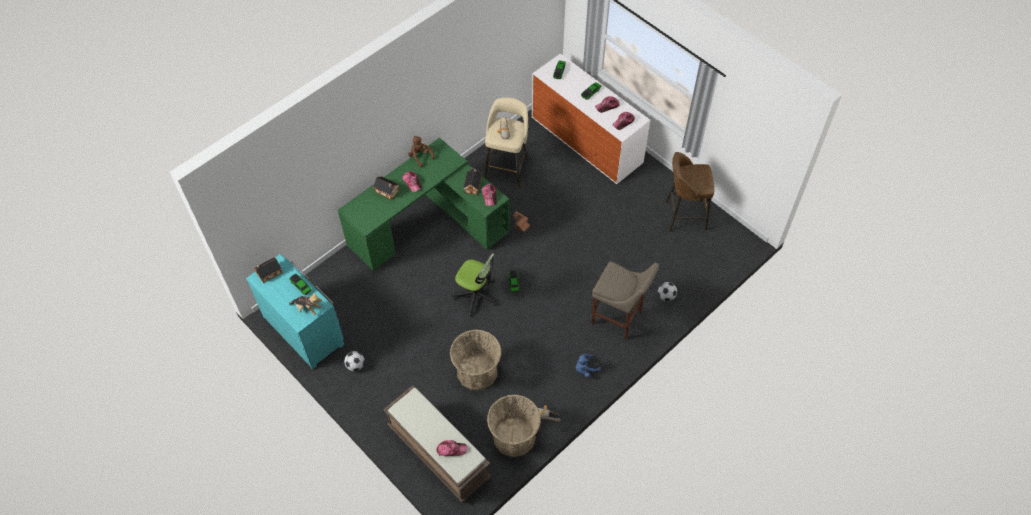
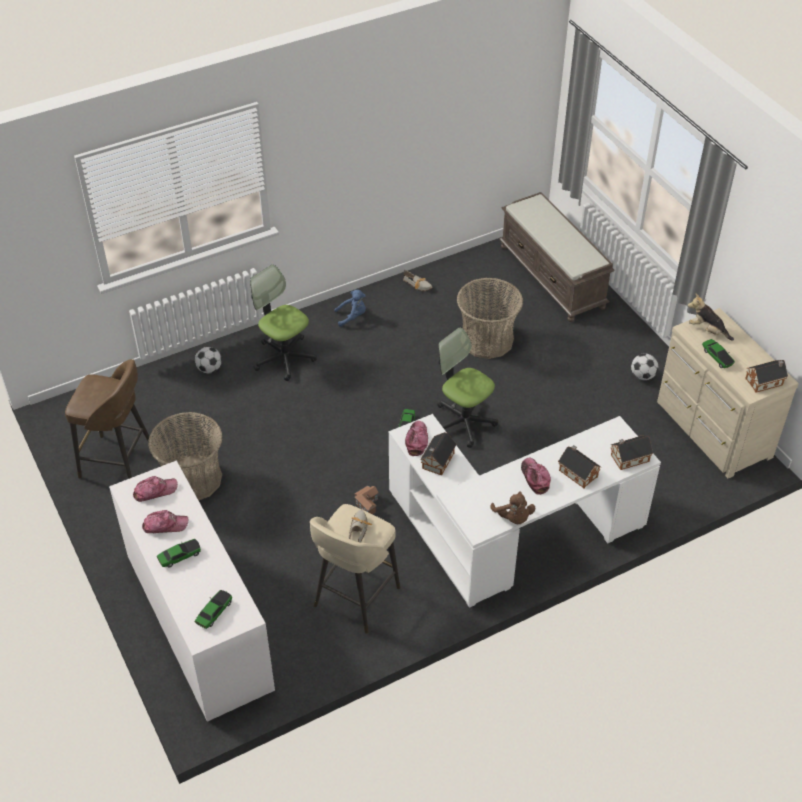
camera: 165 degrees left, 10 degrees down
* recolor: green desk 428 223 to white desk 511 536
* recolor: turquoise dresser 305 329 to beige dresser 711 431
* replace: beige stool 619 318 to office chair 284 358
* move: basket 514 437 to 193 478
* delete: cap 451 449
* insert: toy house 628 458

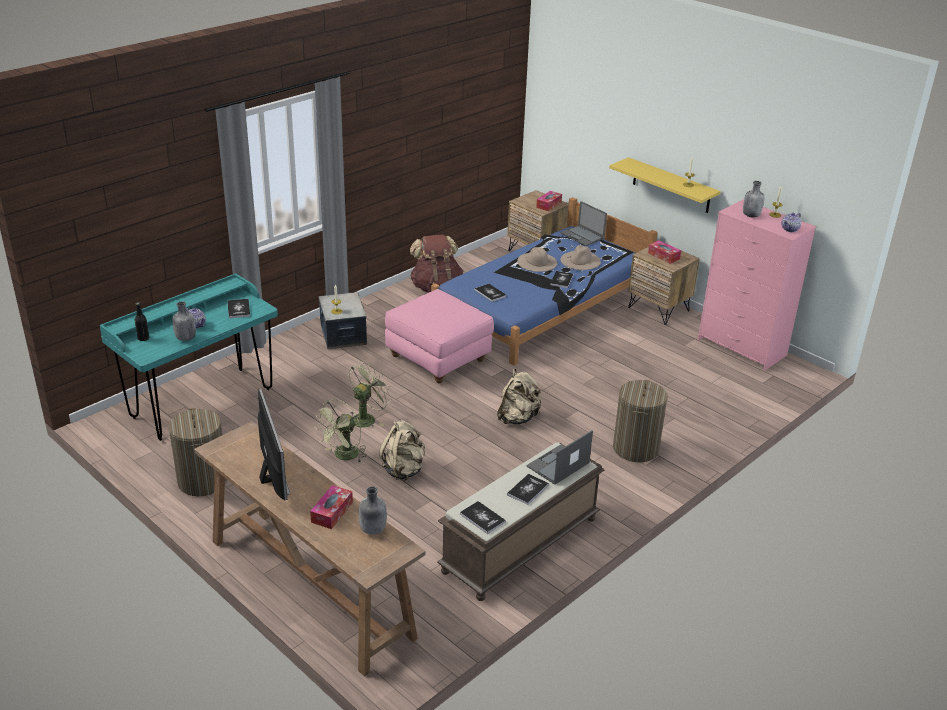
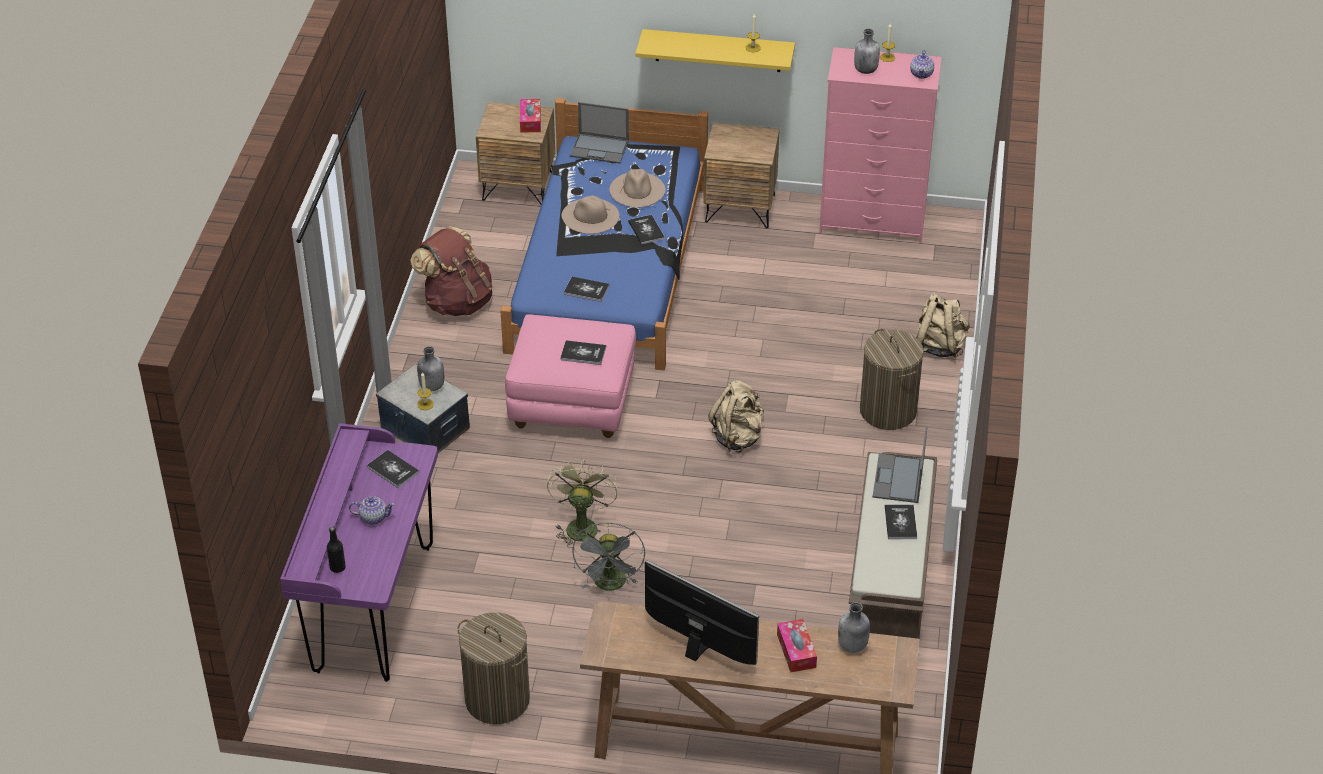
camera: 35 degrees left, 10 degrees up
* delete: tissue box 663 256
* recolor: turquoise desk 202 403 to purple desk 373 609
* move: grey bottle 185 338 to 431 386
* recolor: green fan 343 456 to grey fan 611 585
* move: beige backpack 404 470 to 939 346
* move: book 482 518 to 583 353

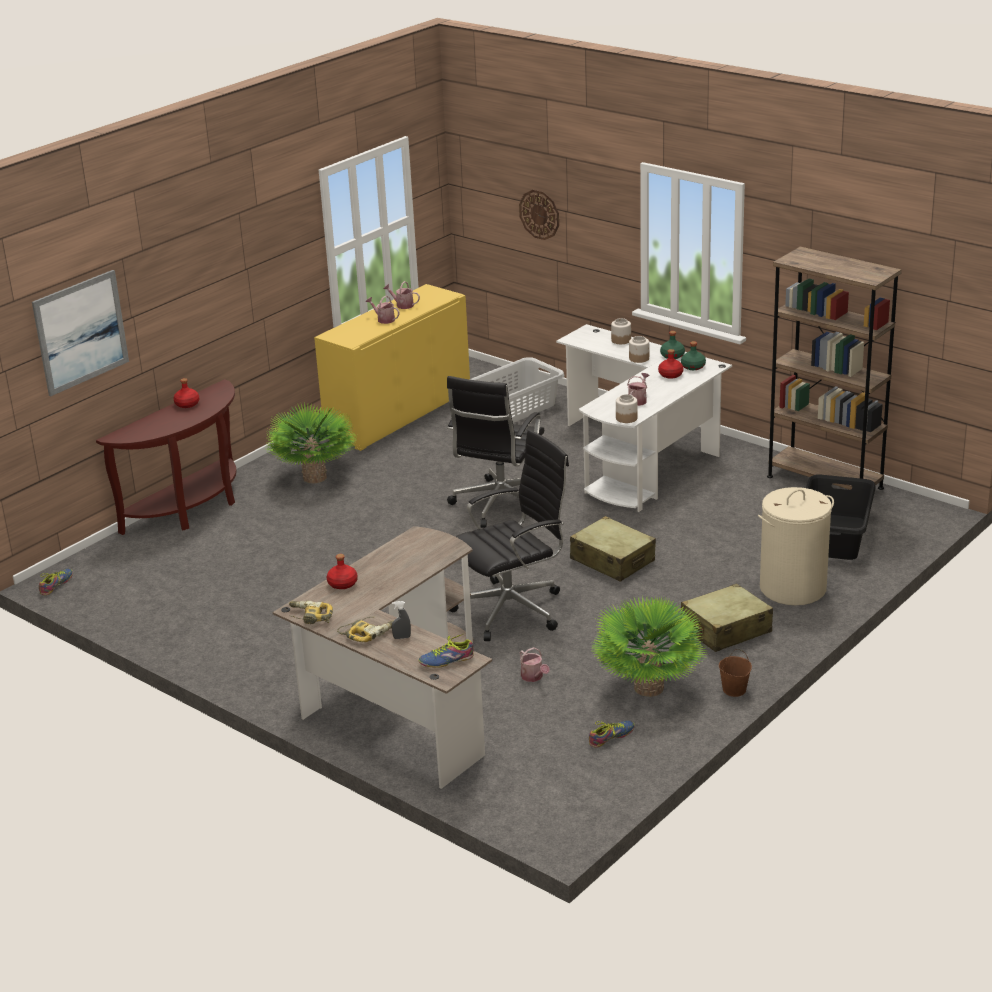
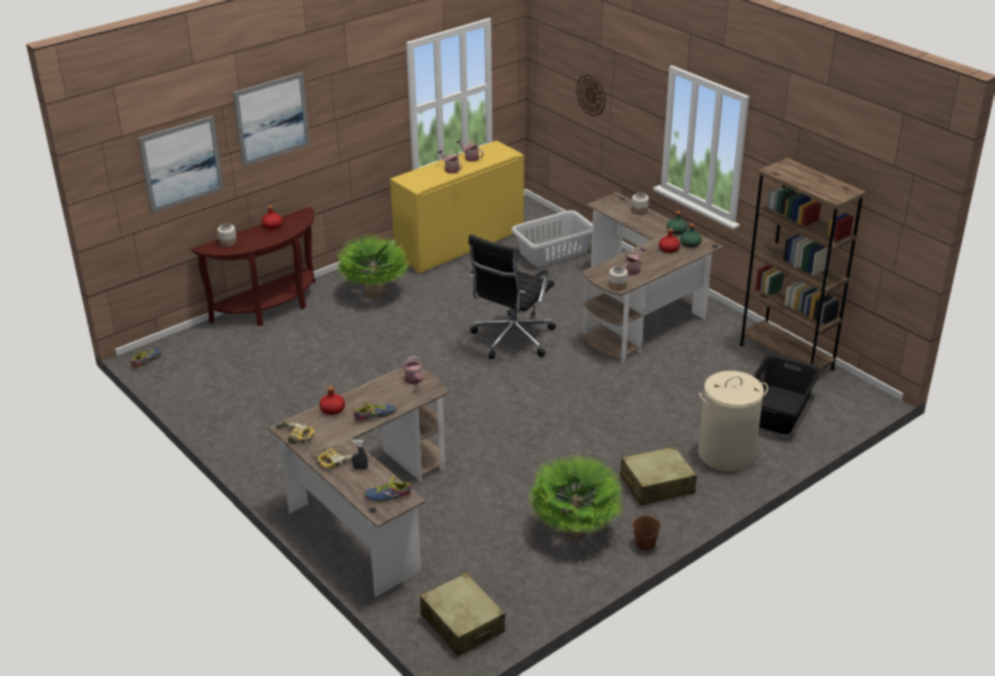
camera: 10 degrees right, 5 degrees up
* recolor: white desk 642 456 to brown desk 641 310
* move: jar 639 358 to 228 242
* delete: black office chair 513 609
* move: beige suitcase 612 560 to 462 623
* move: watering can 533 677 to 414 380
* move: shoe 611 737 to 375 415
* insert: picture 272 118

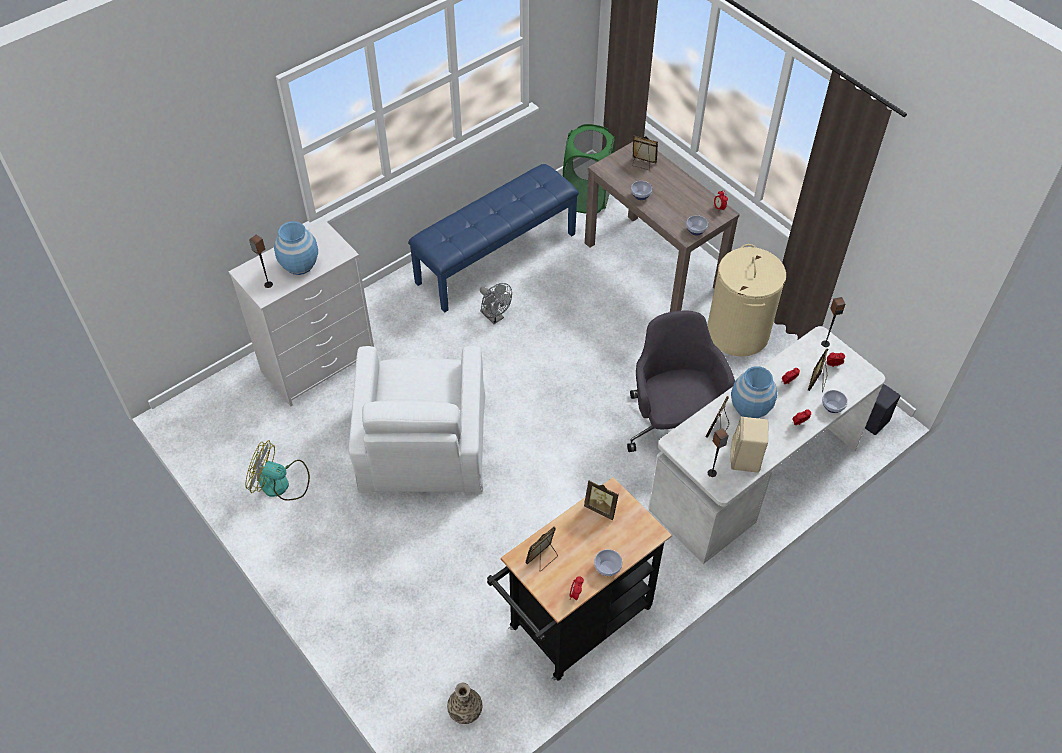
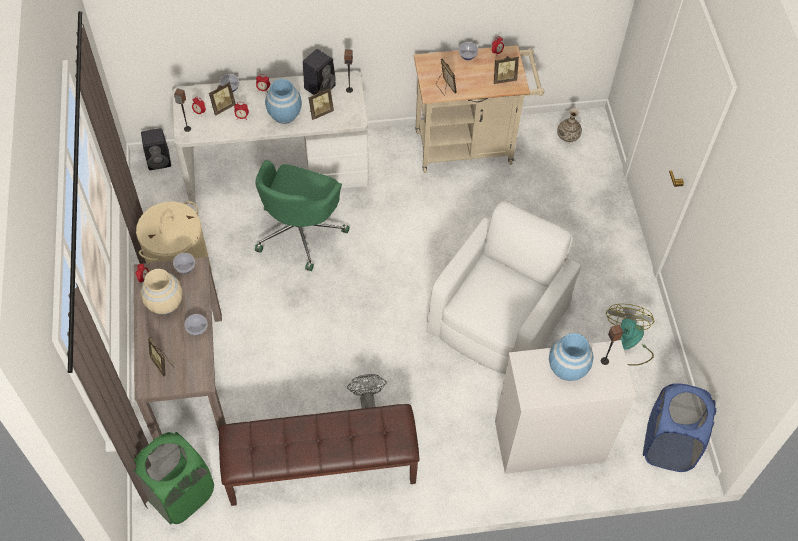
camera: 150 degrees left, 5 degrees up
* recolor: blue bench 496 257 to brown bench 321 470
* recolor: grey office chair 673 426 to green office chair 300 231
* recolor: beige speaker 745 460 to black speaker 320 86
* rotate: fan 281 483 = 627 343 120 degrees counterclockwise
* recolor: black cart 574 624 to beige cart 470 146
* insert: beige vase 164 303
* insert: blue laundry basket 668 445

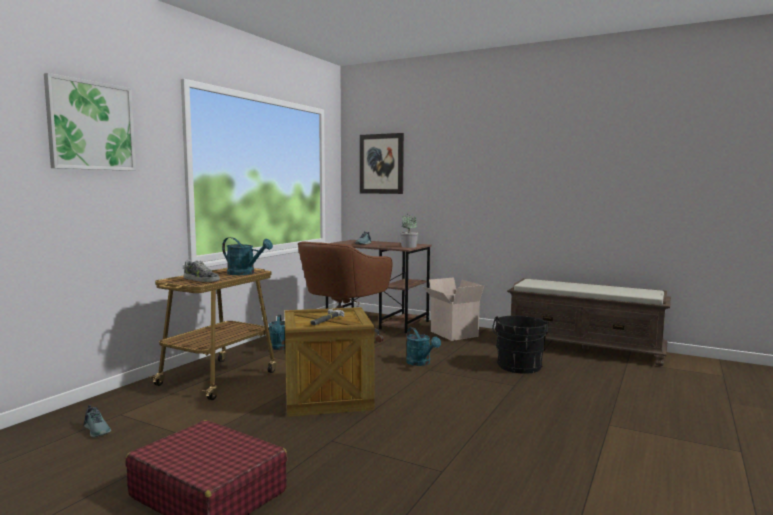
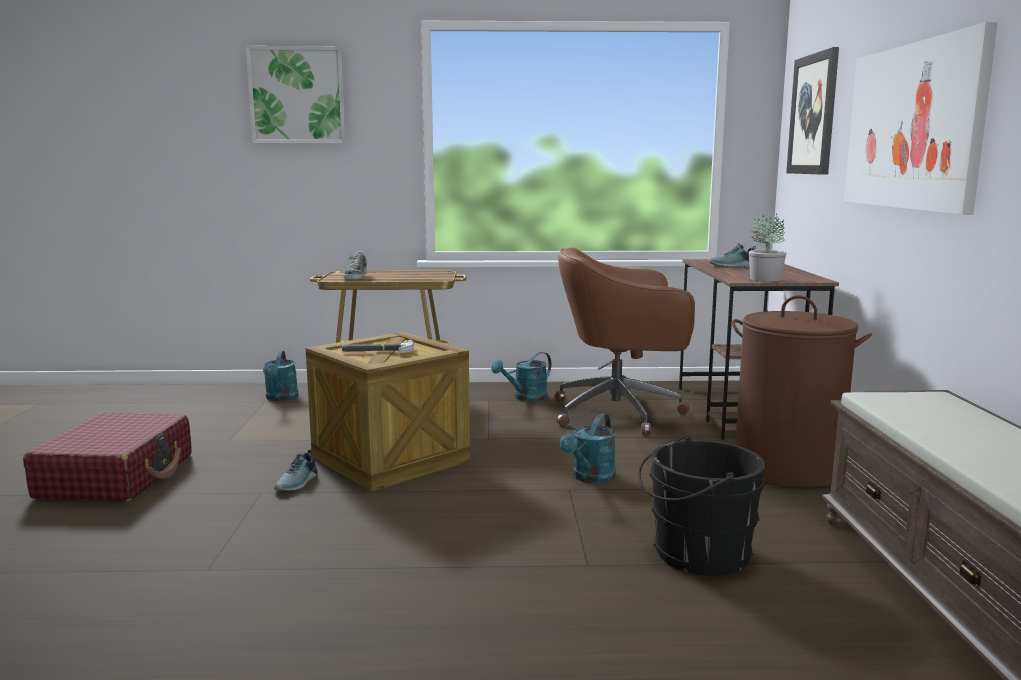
camera: 60 degrees right, 5 degrees up
* move: turquoise watering can 245 273 to 281 398
* replace: cardboard box 452 334 to brown laundry basket 787 468
* move: shoe 98 429 to 298 483
* insert: picture 912 127

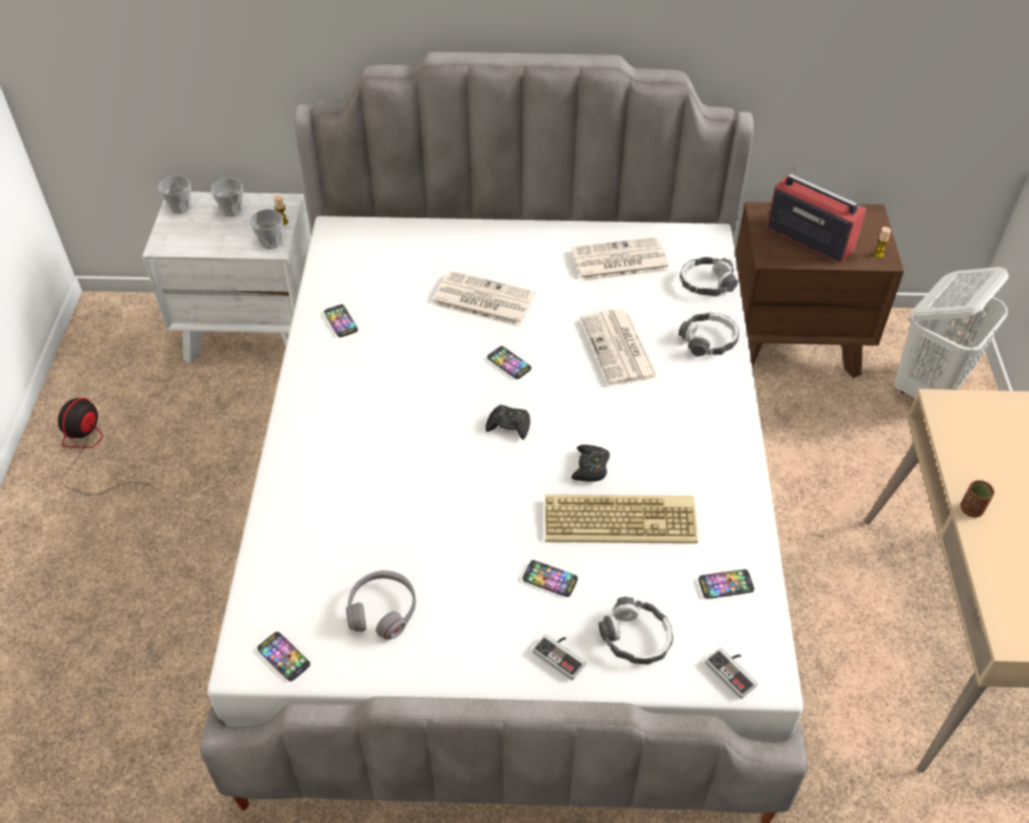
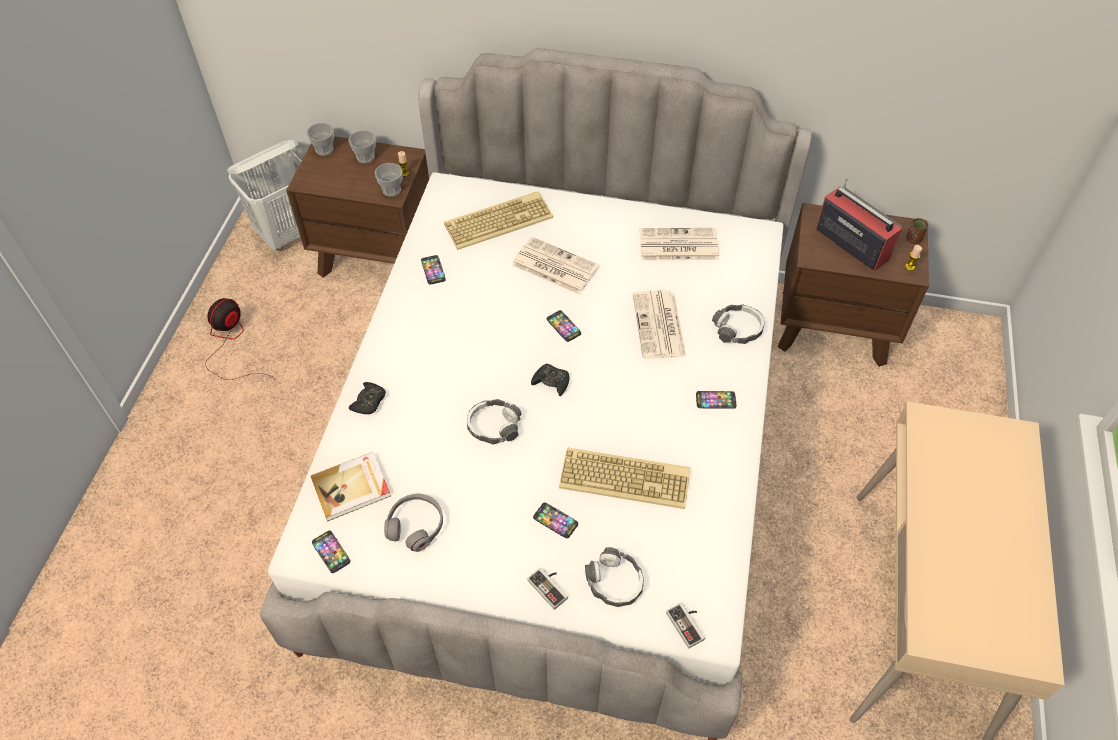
camera: 10 degrees right, 5 degrees up
* recolor: white nightstand 252 331 to brown nightstand 377 255
* move: headphones 706 283 to 494 426
* move: white laundry basket 928 387 to 289 234
* move: black game controller 590 467 to 369 401
* move: brown cup 971 509 to 913 239
* move: phone 726 585 to 715 400
* insert: keyboard 499 220
* insert: book 352 488

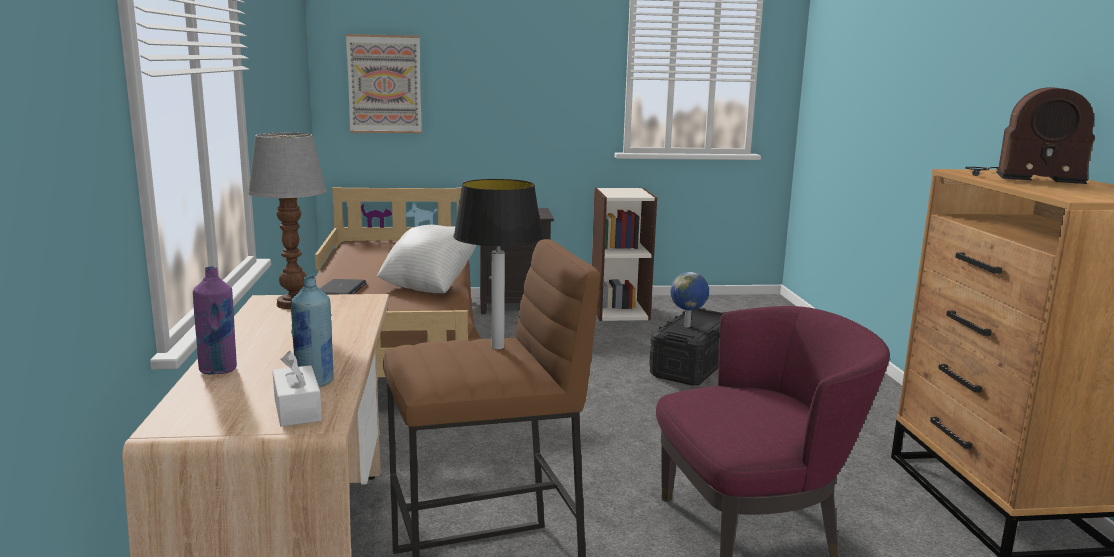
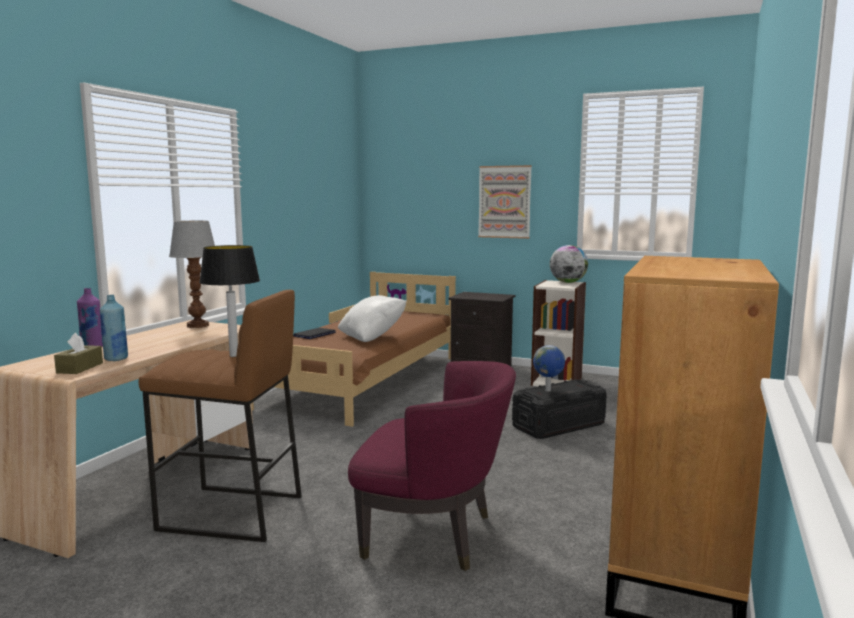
camera: 30 degrees right, 5 degrees down
* move: picture 384 84 to 504 202
* delete: radio 1021 177
* recolor: white tissue box 297 409 to brown tissue box 80 368
* insert: globe 568 282

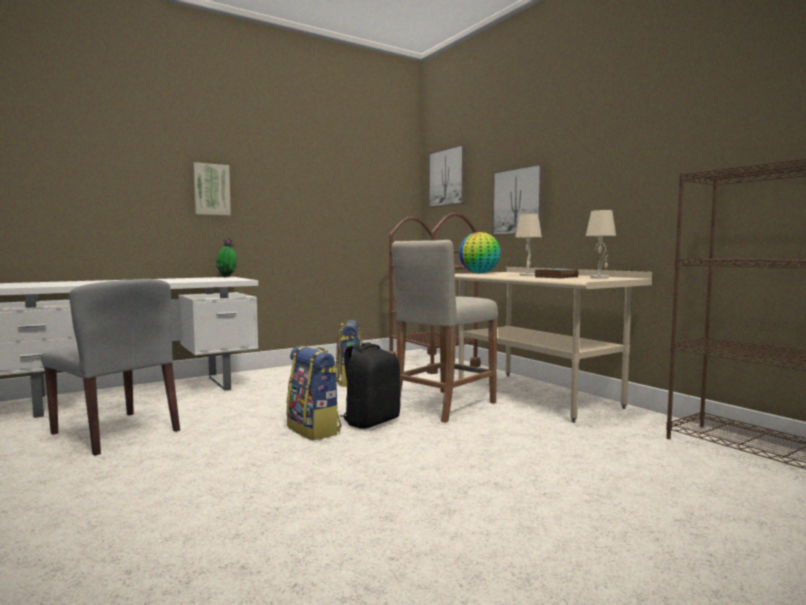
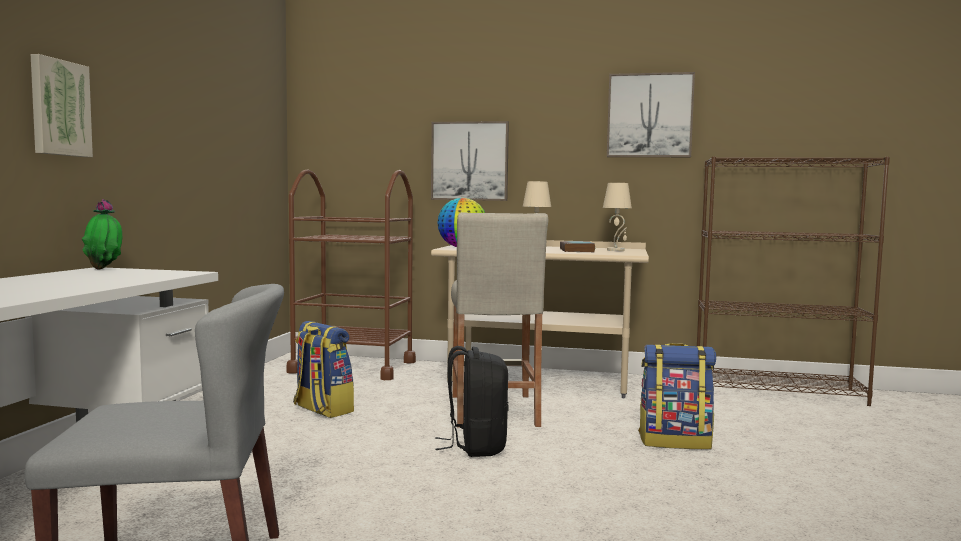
camera: 45 degrees left, 0 degrees up
* move: picture 447 177 to 649 115
* move: backpack 314 430 to 675 441

